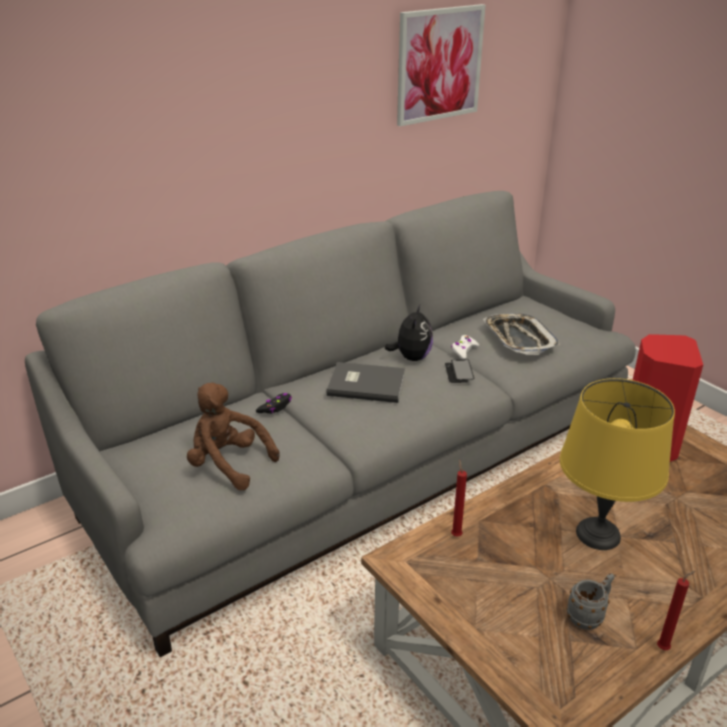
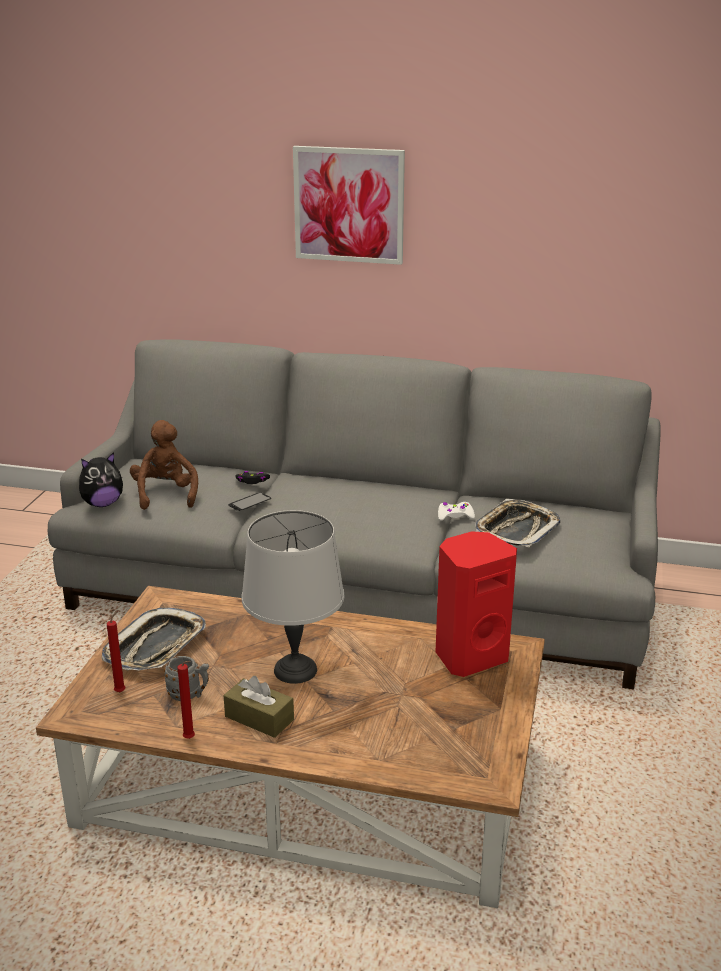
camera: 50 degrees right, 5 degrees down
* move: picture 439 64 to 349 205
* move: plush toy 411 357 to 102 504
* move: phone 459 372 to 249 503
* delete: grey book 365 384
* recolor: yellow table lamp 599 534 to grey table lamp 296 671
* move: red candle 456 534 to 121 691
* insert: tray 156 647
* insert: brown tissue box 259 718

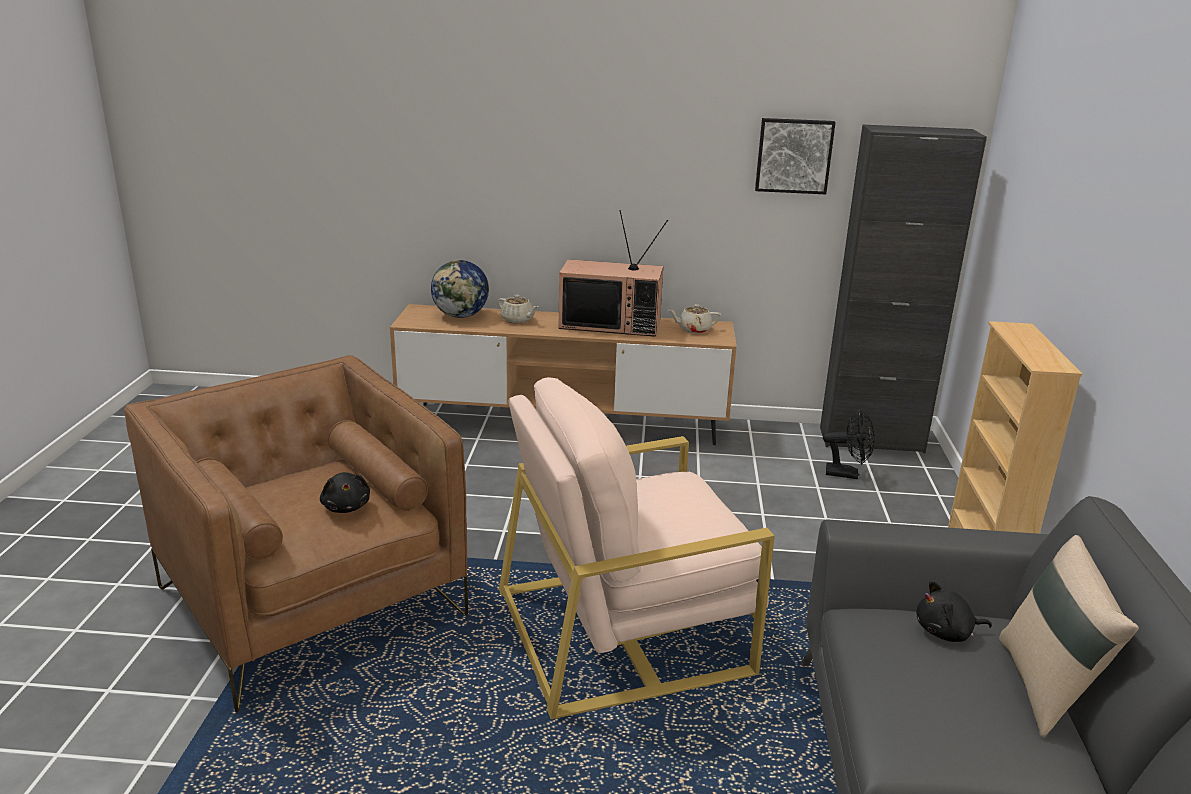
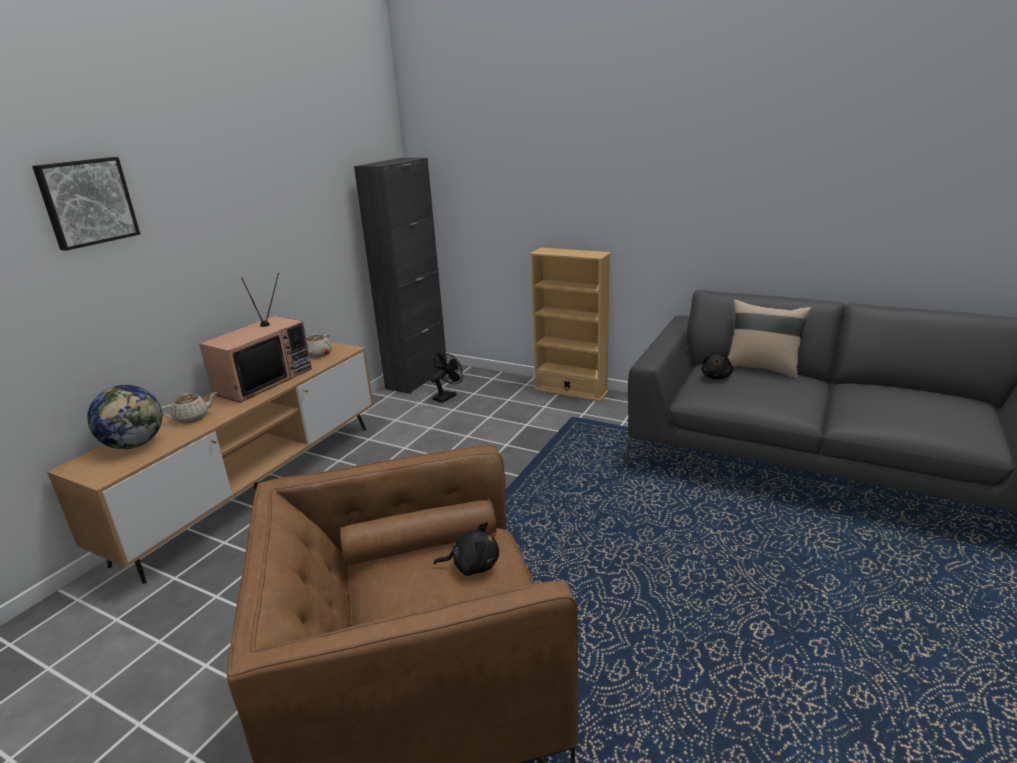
camera: 65 degrees left, 0 degrees up
* move: picture 793 155 to 87 202
* delete: beige armchair 624 630

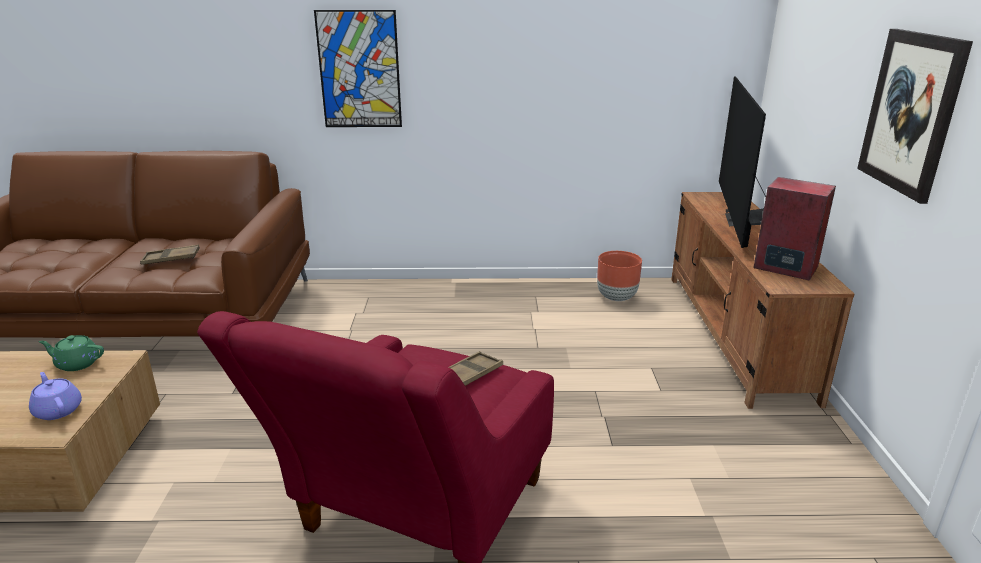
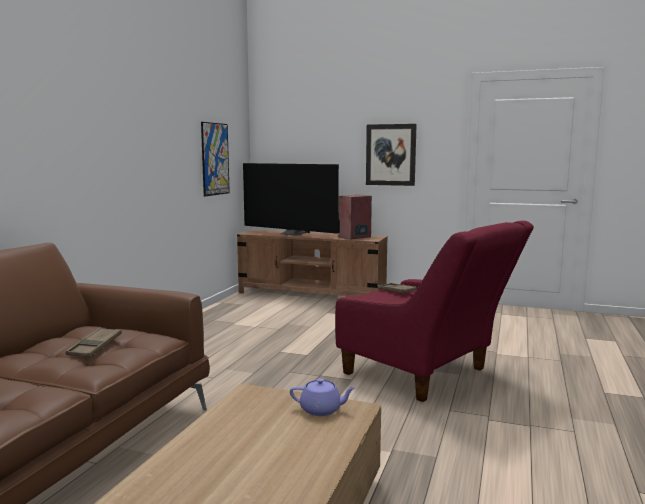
camera: 70 degrees left, 15 degrees down
* move: picture 359 70 to 215 159
* delete: brown planter 617 298
* delete: green teapot 77 364
* rotate: purple teapot 58 410 = 321 410 150 degrees counterclockwise

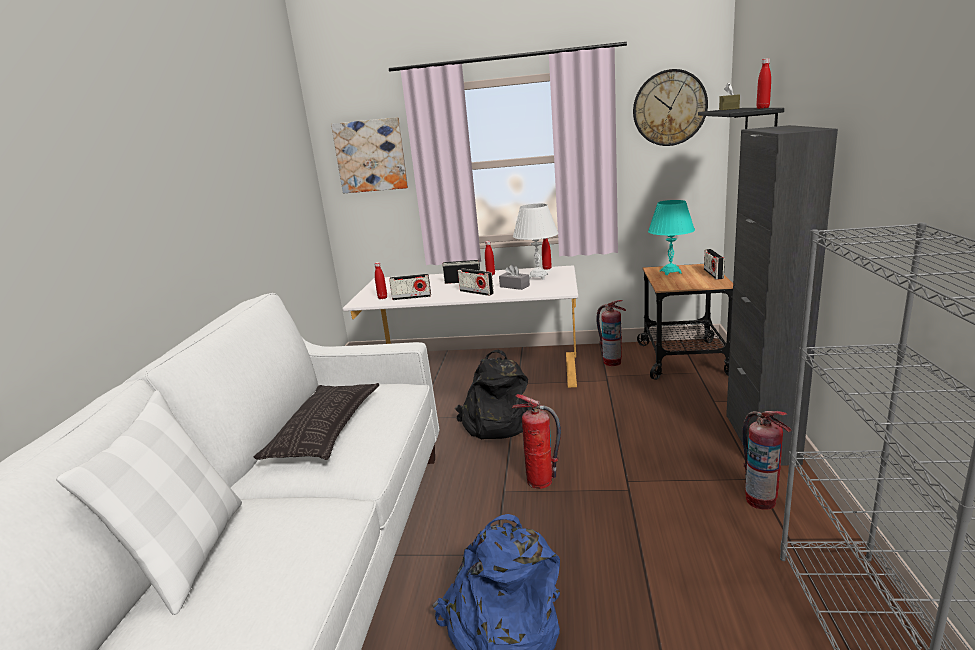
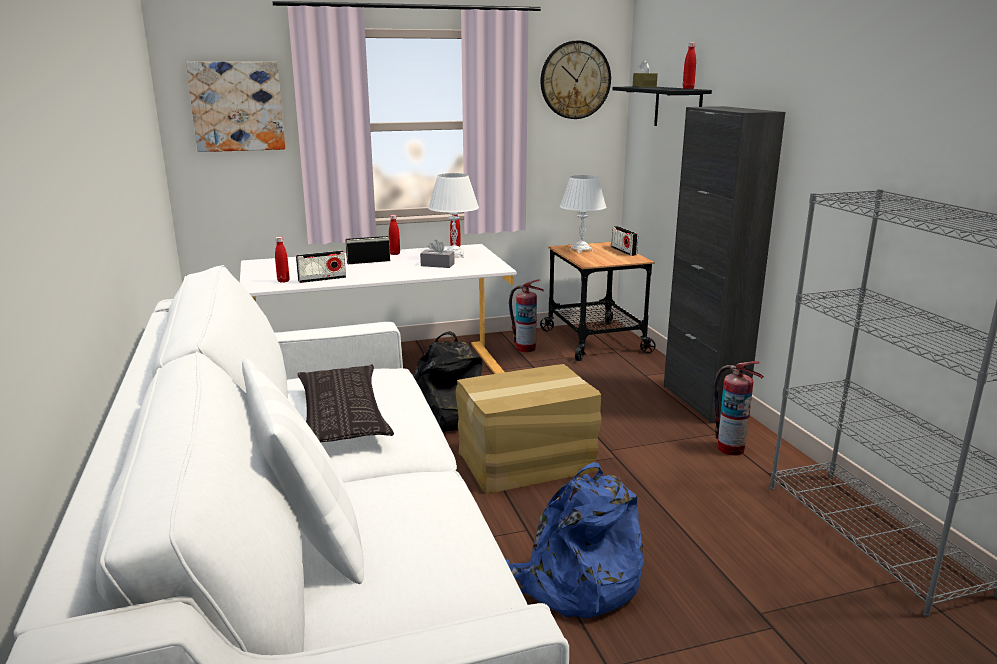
camera: 25 degrees left, 0 degrees up
* recolor: turquoise table lamp 670 272 to white table lamp 581 250
* delete: radio 476 292
* replace: fire extinguisher 540 481 to cardboard box 527 462

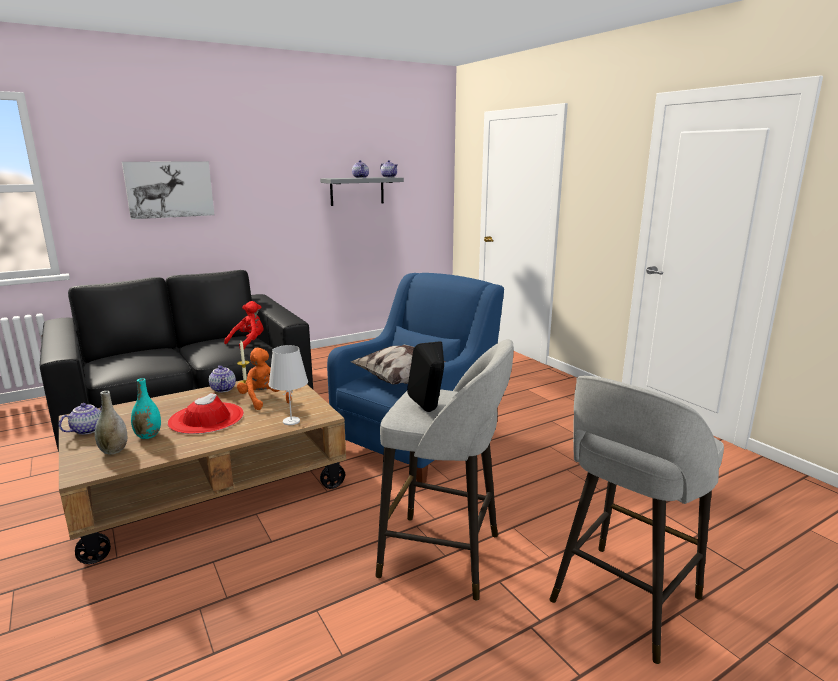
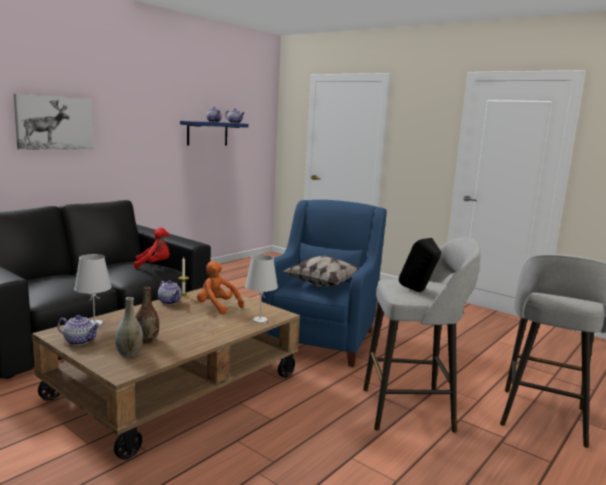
camera: 20 degrees left, 5 degrees down
* recolor: grey shelf 357 191 to blue shelf 207 133
* rotate: red plush toy 248 343 = 154 265 60 degrees clockwise
* recolor: turquoise vase 148 435 to brown vase 146 340
* delete: red hat 206 418
* rotate: teapot 87 430 = 80 341 90 degrees clockwise
* insert: white table lamp 94 323

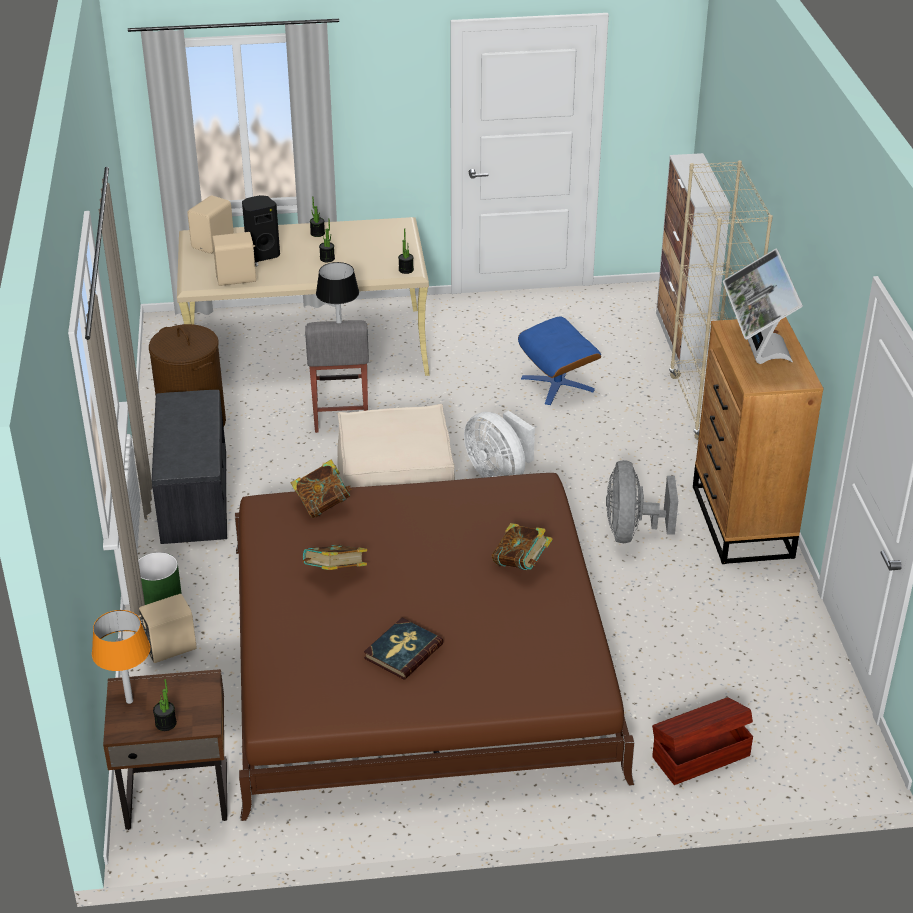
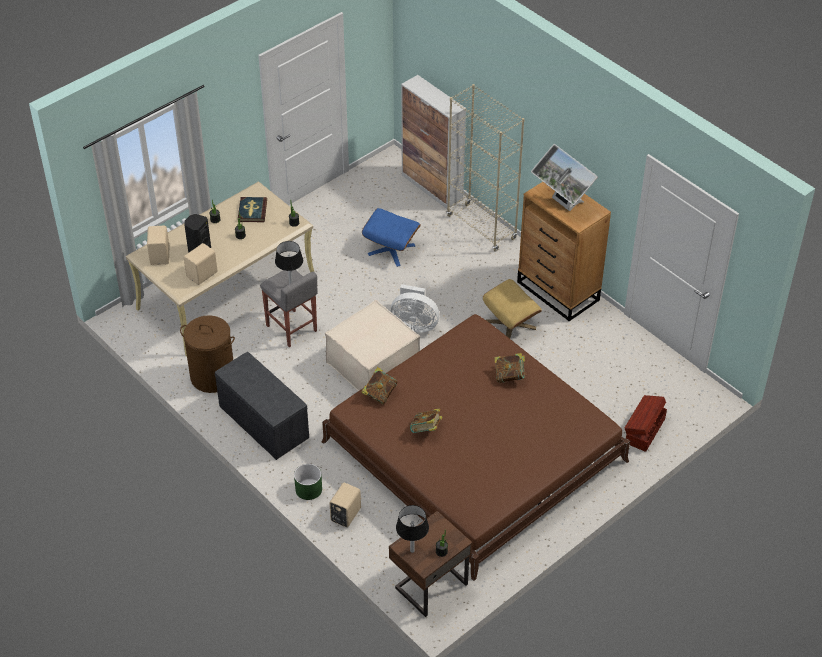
camera: 35 degrees left, 10 degrees up
* replace: grey fan 631 531 to beige ottoman 511 325
* recolor: orange table lamp 129 701 to black table lamp 412 551
* move: book 403 651 to 252 211

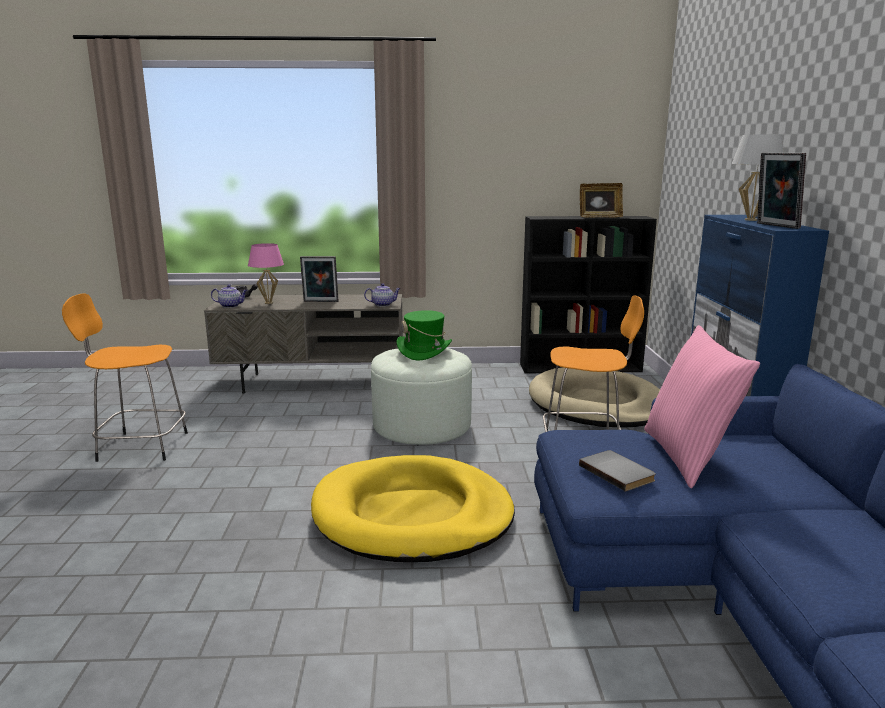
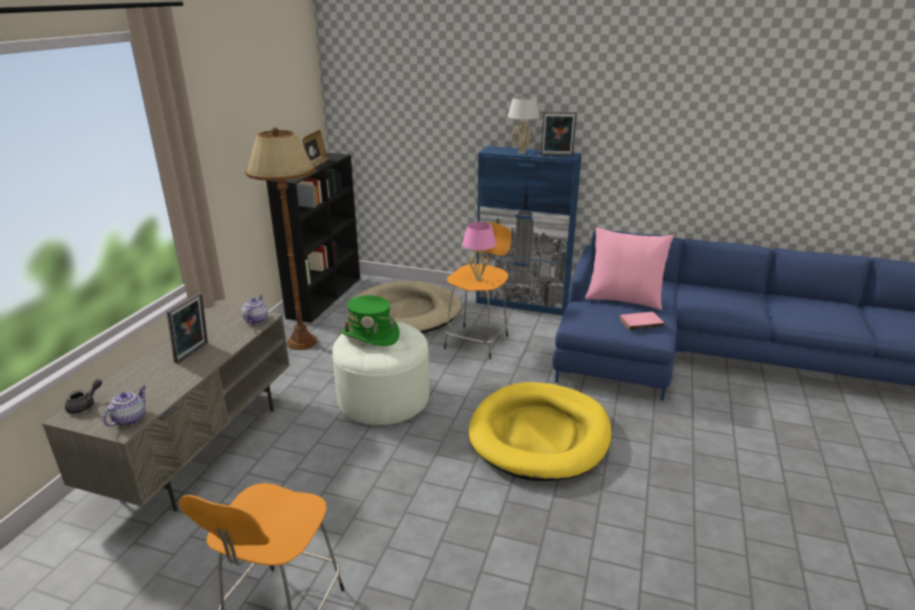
camera: 70 degrees left, 10 degrees up
* move: pink table lamp 269 303 to 478 278
* recolor: grey book 618 472 to pink book 640 322
* insert: brown floor lamp 302 342

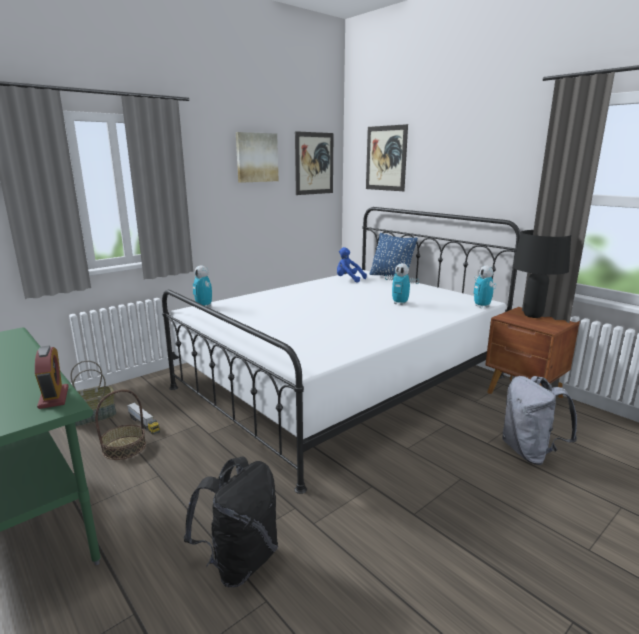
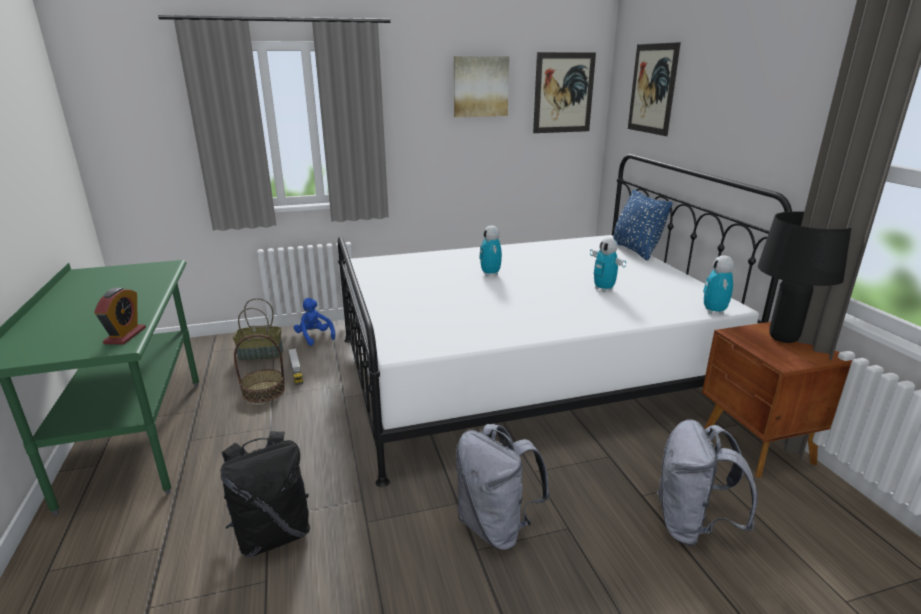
camera: 25 degrees right, 5 degrees up
* move: blue plush toy 348 279 to 314 337
* move: toy robot 204 306 to 490 274
* insert: grey backpack 496 526

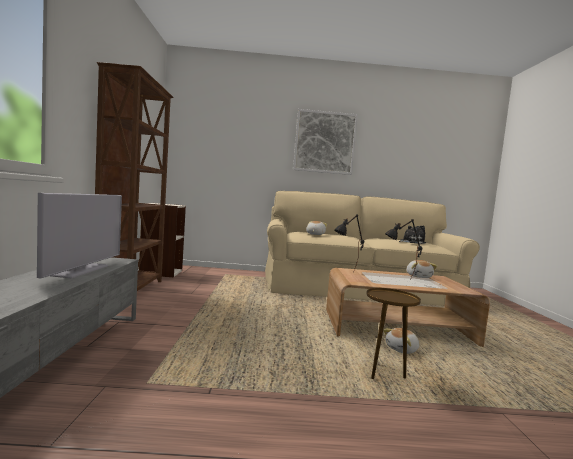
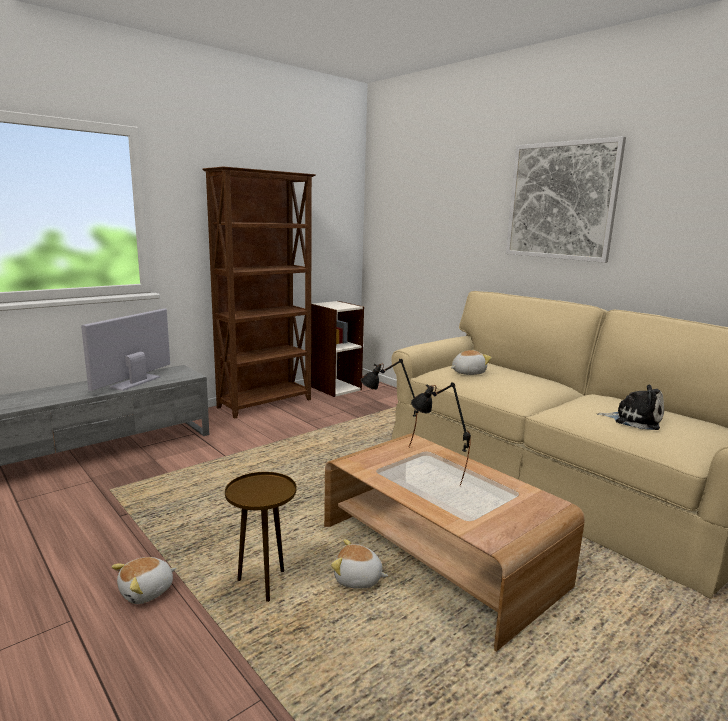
camera: 50 degrees right, 10 degrees up
* rotate: television 81 270 = 135 382 150 degrees clockwise
* move: plush toy 419 276 to 147 591

